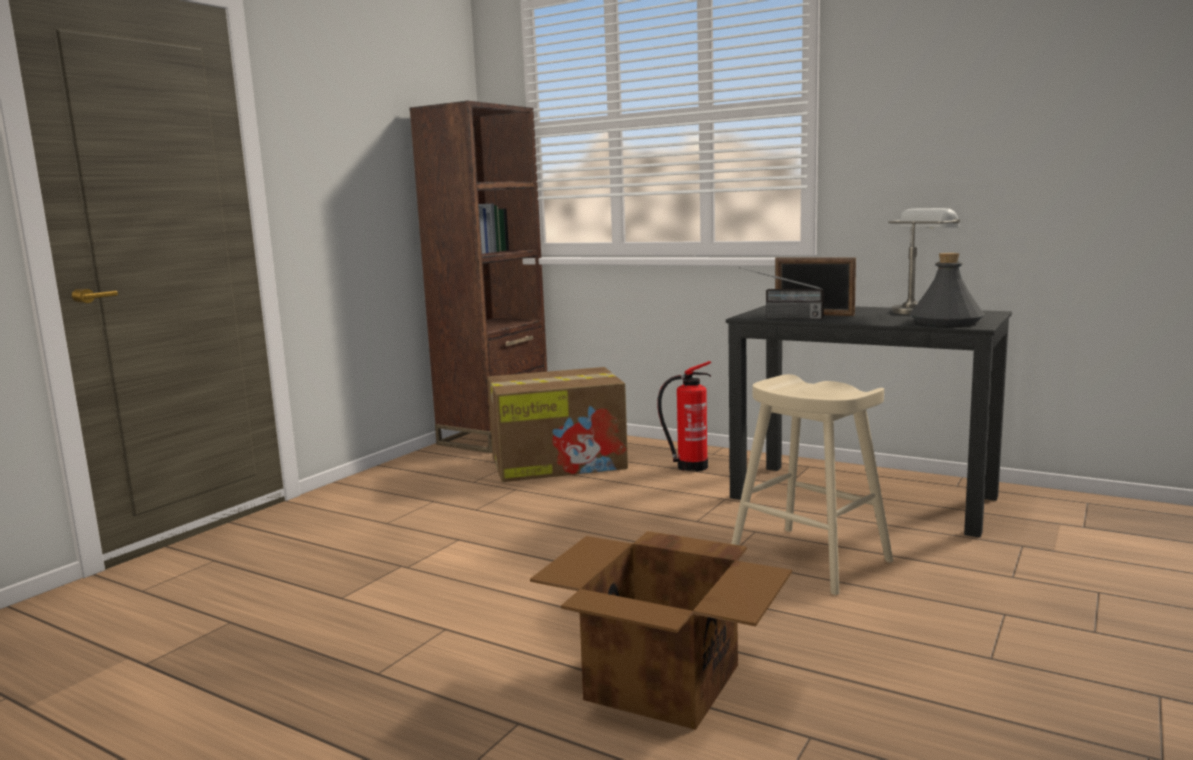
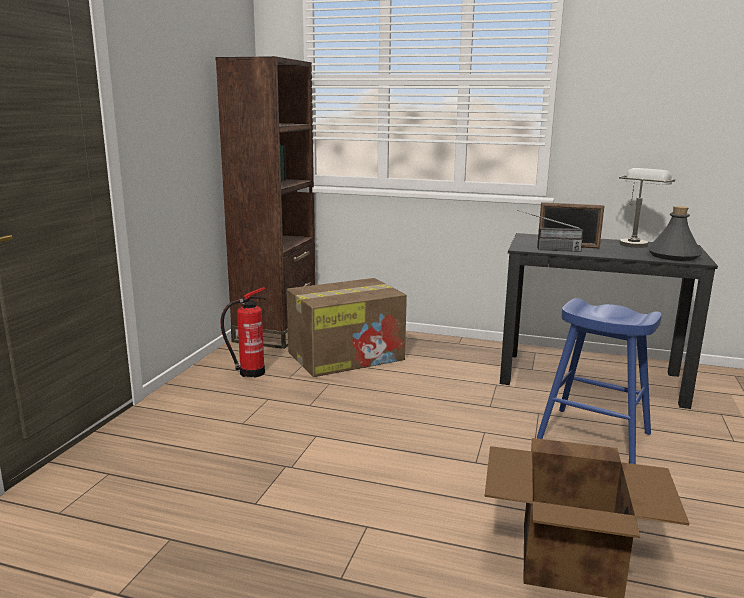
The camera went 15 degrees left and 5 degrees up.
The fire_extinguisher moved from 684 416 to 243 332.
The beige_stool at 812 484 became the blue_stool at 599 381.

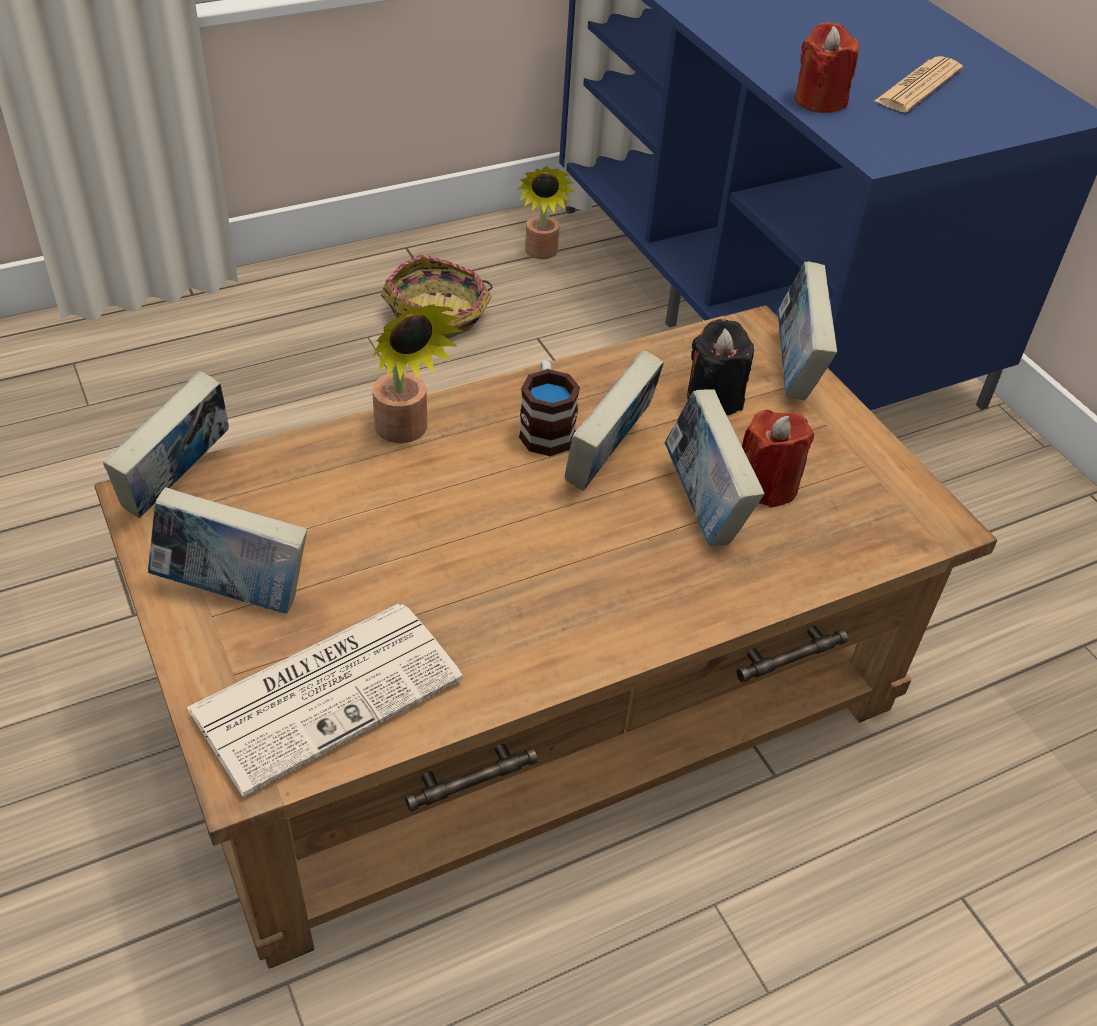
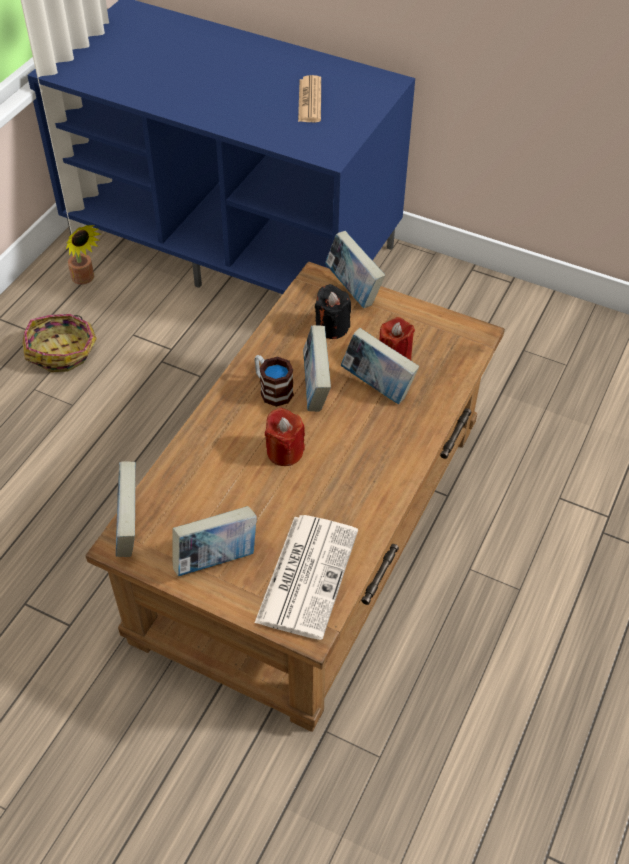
The camera went 35 degrees left and 5 degrees up.
The red_candle moved from 827 67 to 285 436.
The potted_plant at 417 373 disappeared.

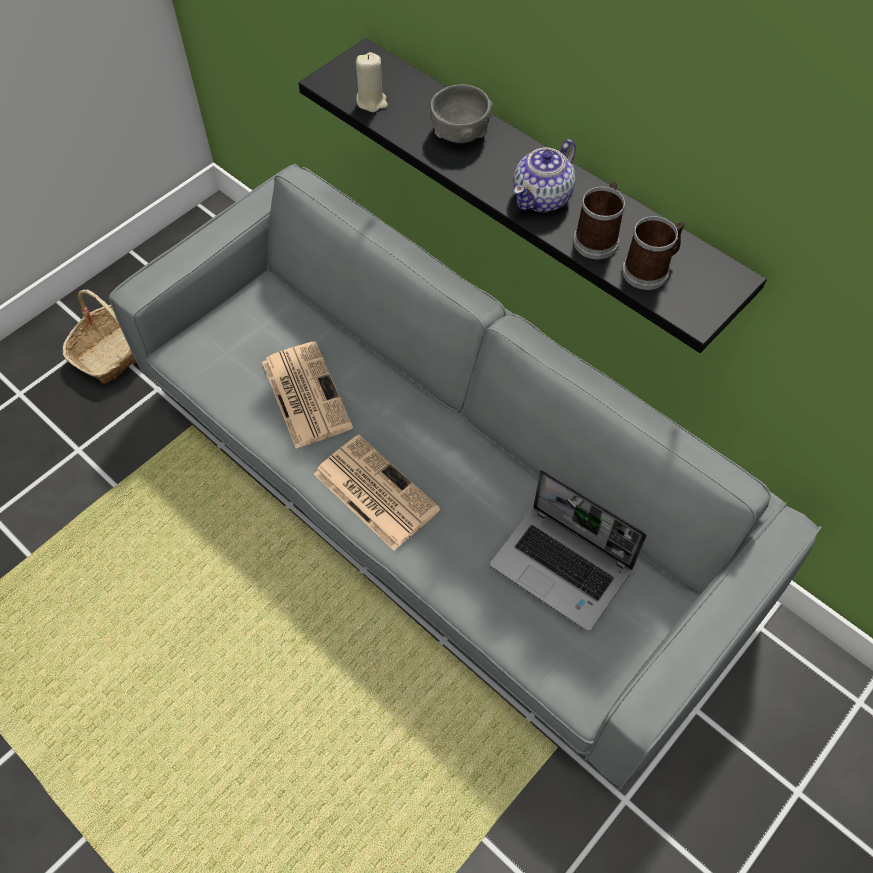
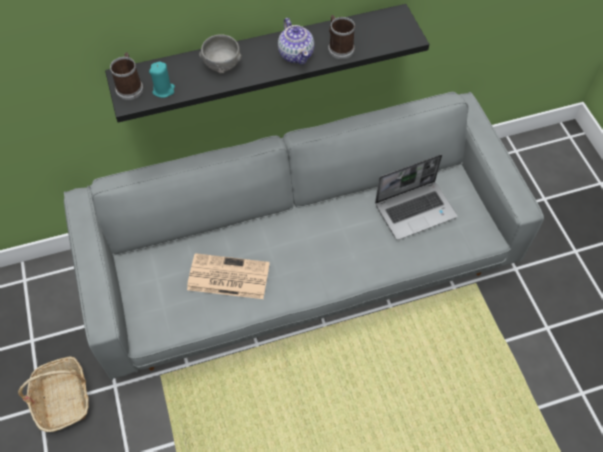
The camera went 60 degrees left and 0 degrees up.
The beige_candle at 372 82 became the turquoise_candle at 162 80.
The mug moved from 653 253 to 126 76.
The newspaper at 377 493 disappeared.

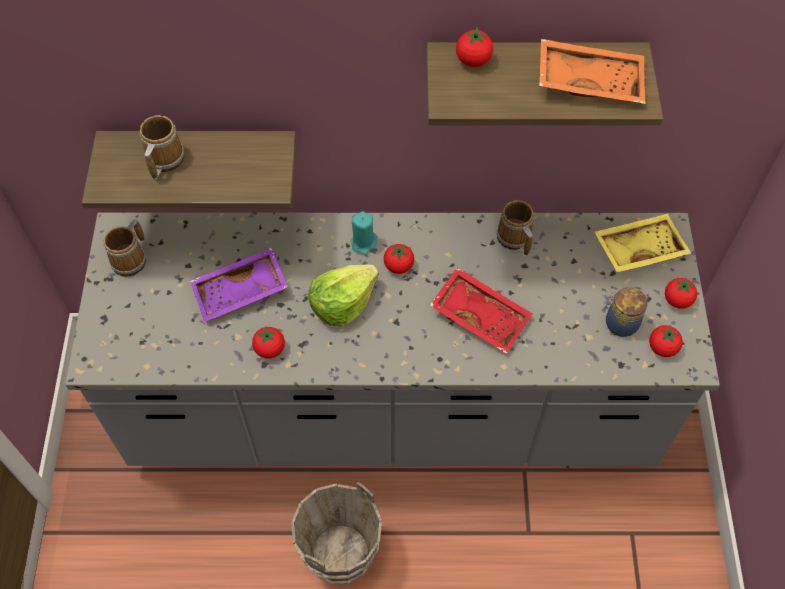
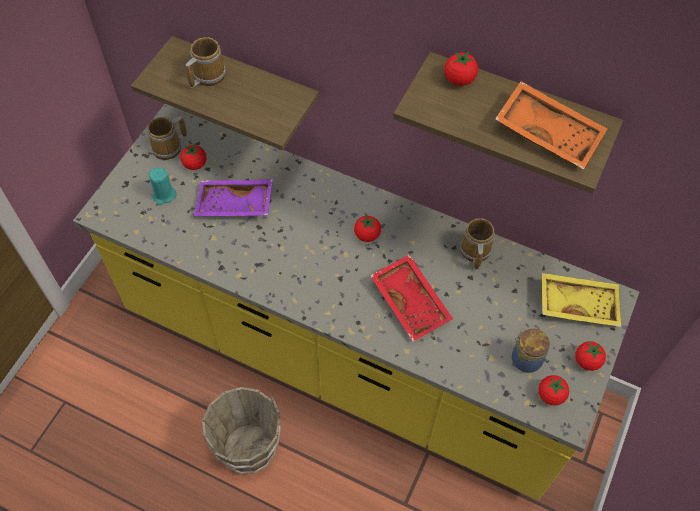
The camera went 25 degrees right and 0 degrees up.
The turquoise_candle moved from 364 233 to 163 186.
The grey_counter at 392 339 became the yellow_counter at 356 302.
The lettuce at 343 295 disappeared.
The tomato moved from 268 342 to 193 157.

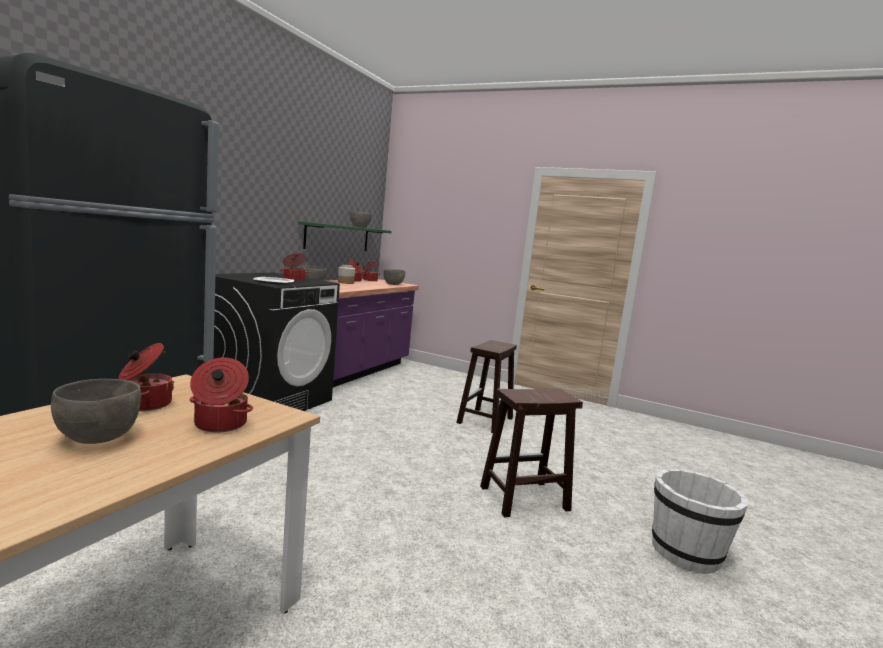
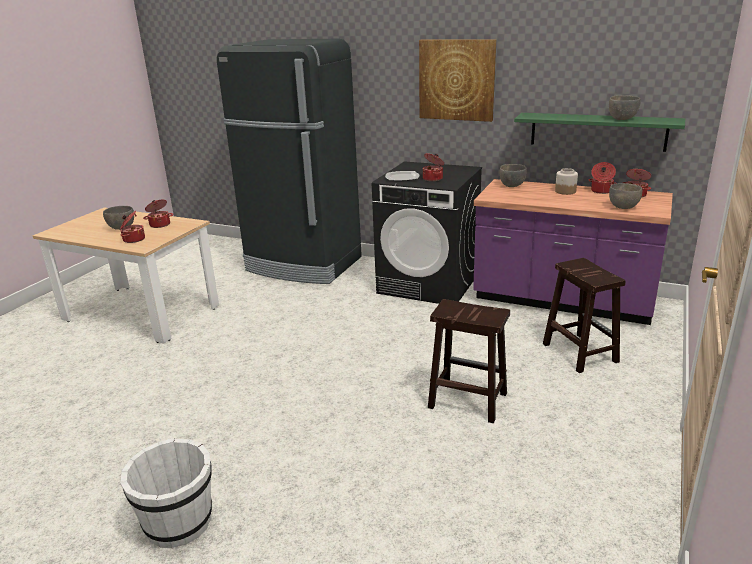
The camera went 90 degrees right and 15 degrees up.
The brown_stool moved from 531 453 to 584 315.
The picture at 457 80 appeared.

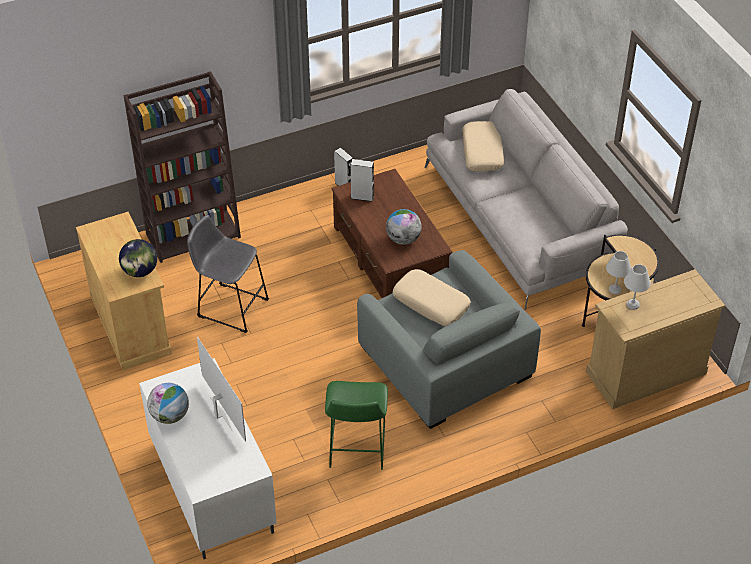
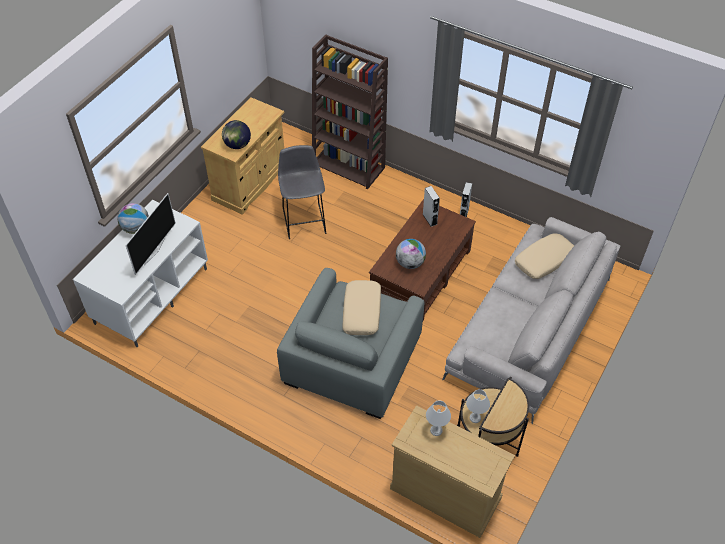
The camera went 55 degrees right and 5 degrees up.
The green_stool at 356 425 disappeared.

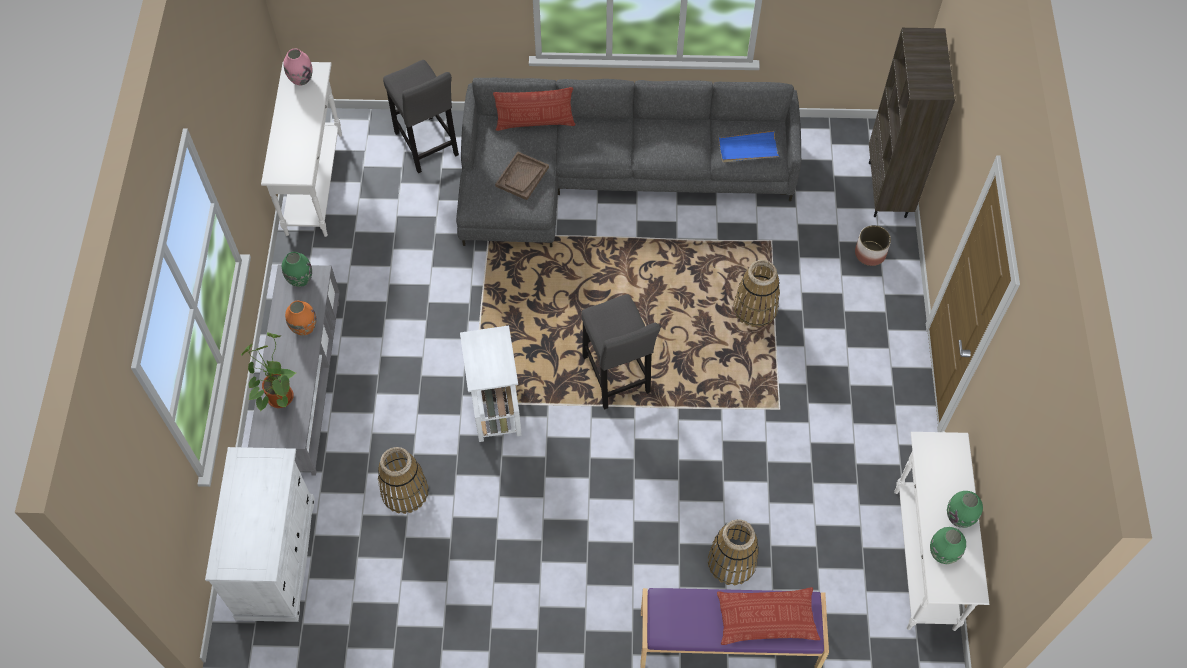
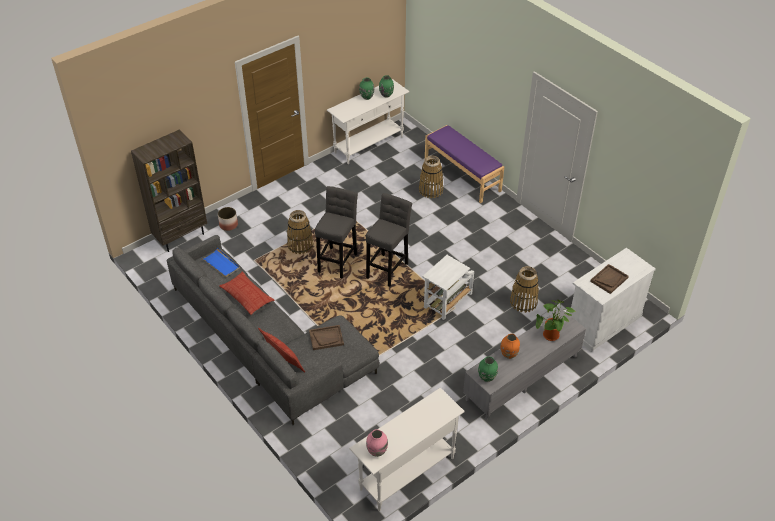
The camera went 130 degrees left and 15 degrees down.
The grey_stool moved from 421 116 to 336 232.
The pillow moved from 768 616 to 247 293.
The brown_tray at 609 279 appeared.

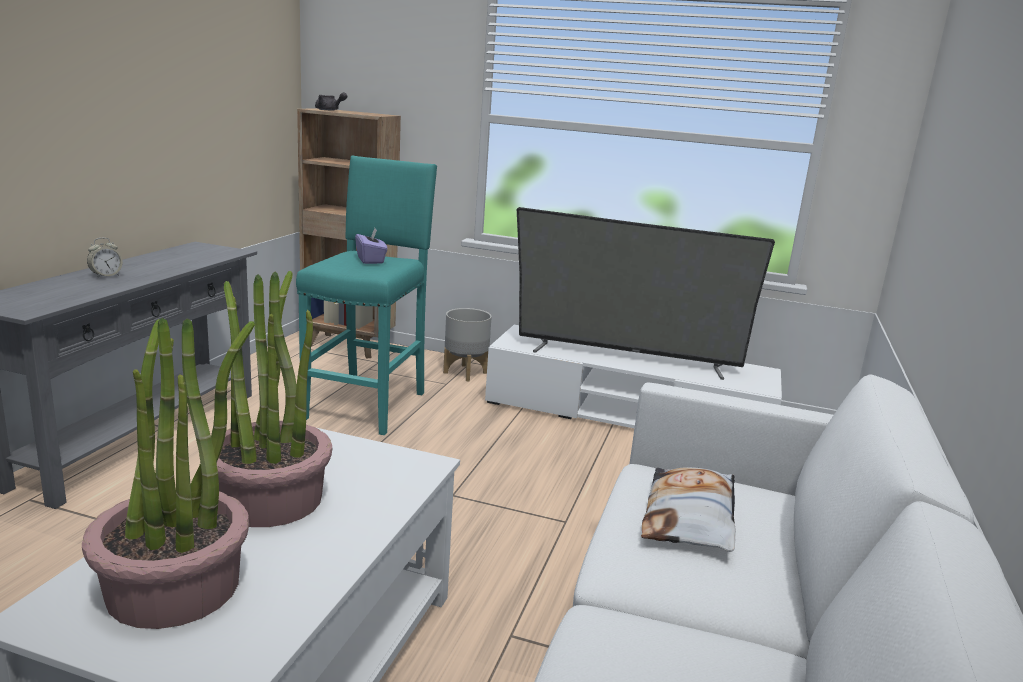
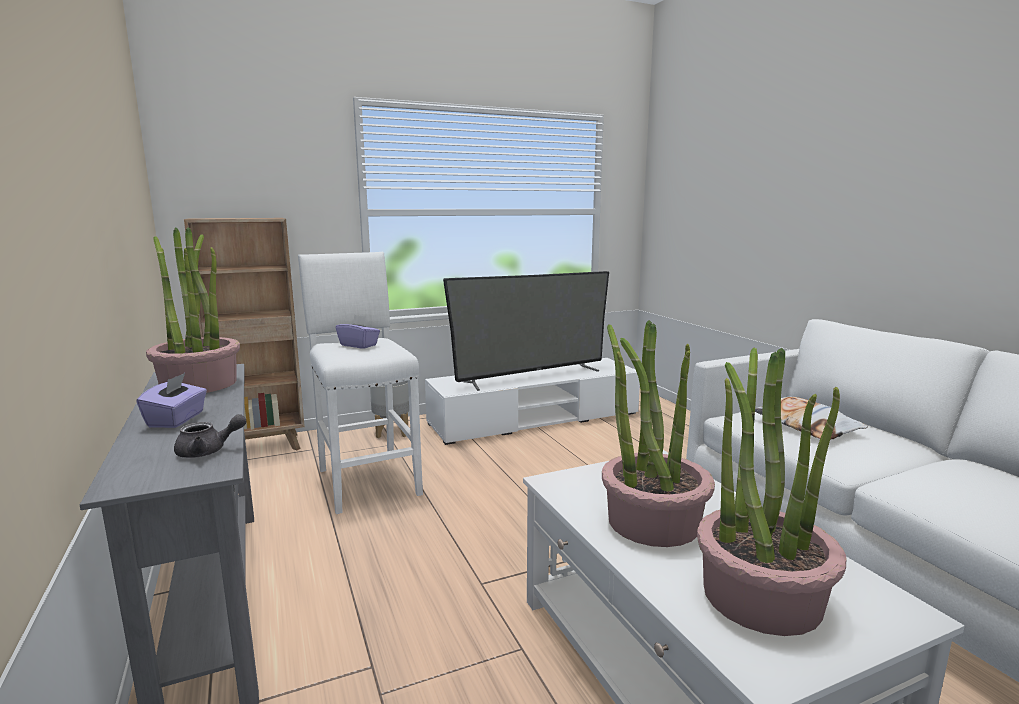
The camera went 40 degrees left and 5 degrees down.
The grey_teapot moved from 331 101 to 210 436.
The turquoise_stool at 366 295 became the white_stool at 360 383.
The alarm_clock at 105 258 was replaced by the purple_tissue_box at 171 400.
The potted_plant at 193 310 appeared.

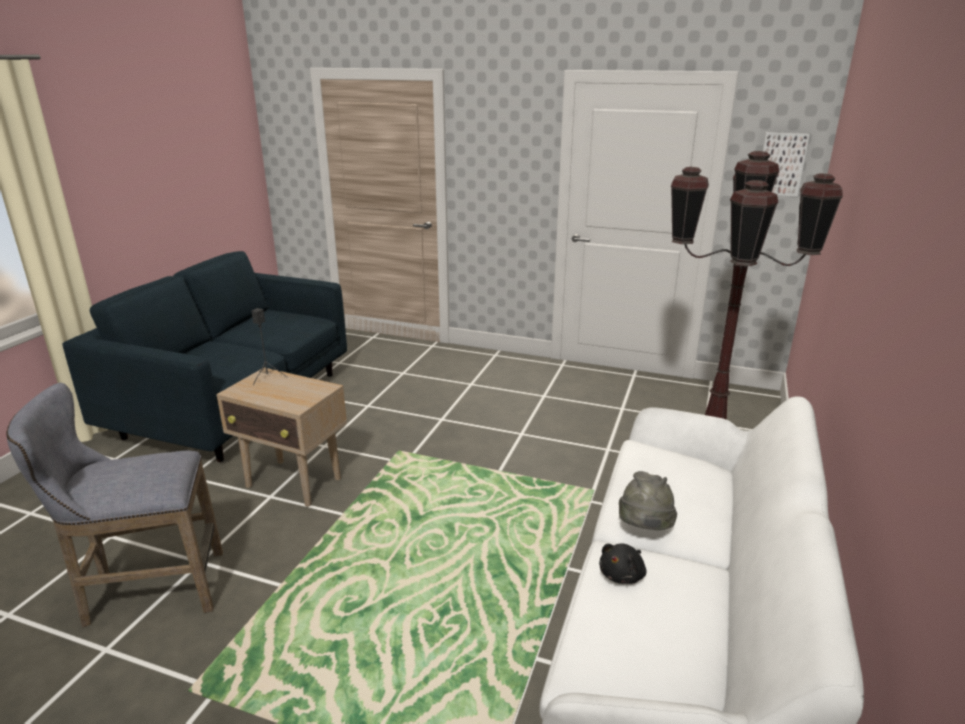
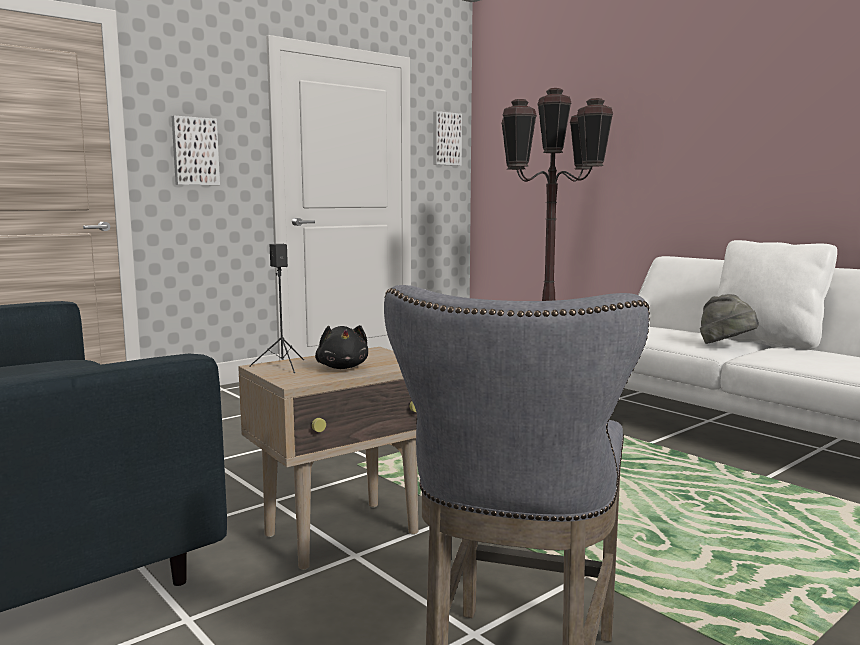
The camera went 60 degrees left and 15 degrees down.
The black_plush_toy moved from 622 563 to 341 347.
The picture at 196 150 appeared.
The white_pillow at 776 295 appeared.

